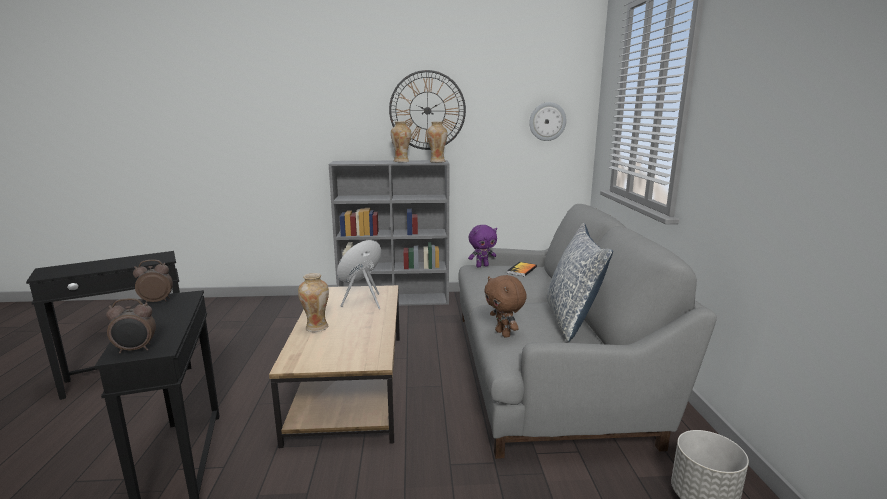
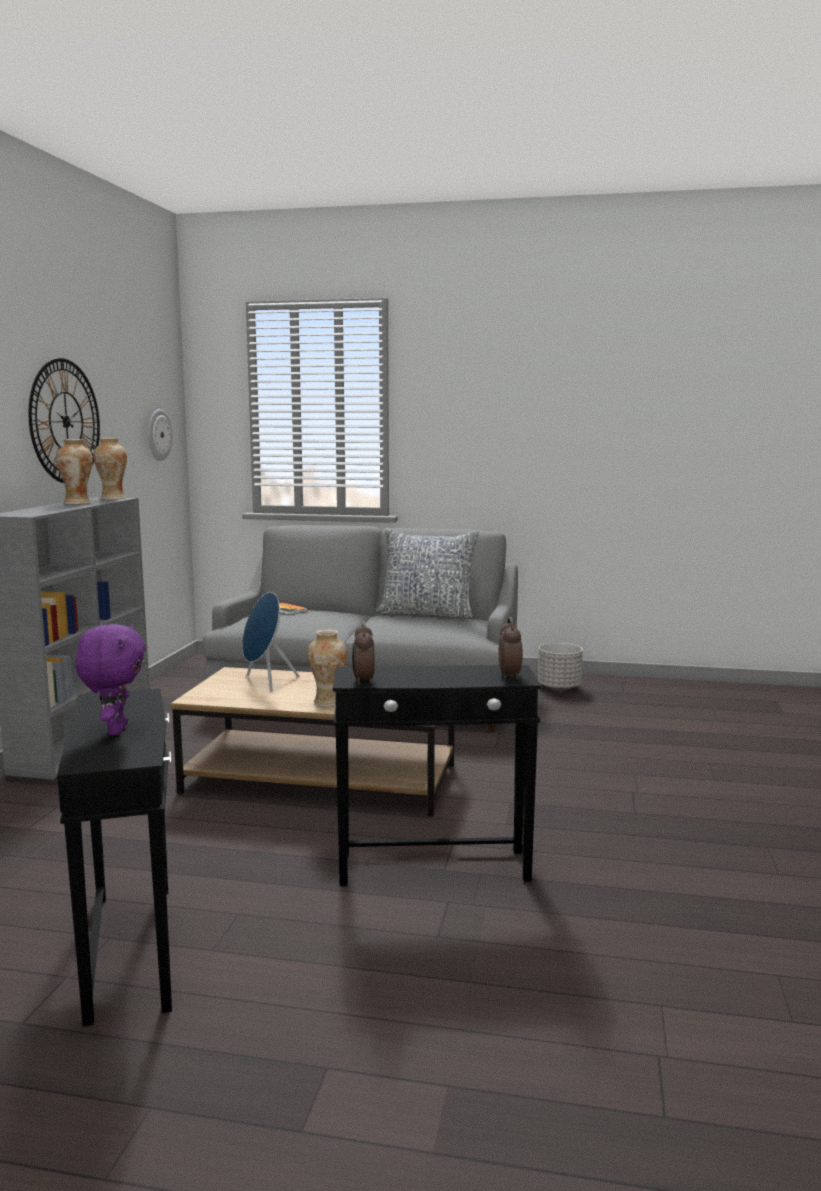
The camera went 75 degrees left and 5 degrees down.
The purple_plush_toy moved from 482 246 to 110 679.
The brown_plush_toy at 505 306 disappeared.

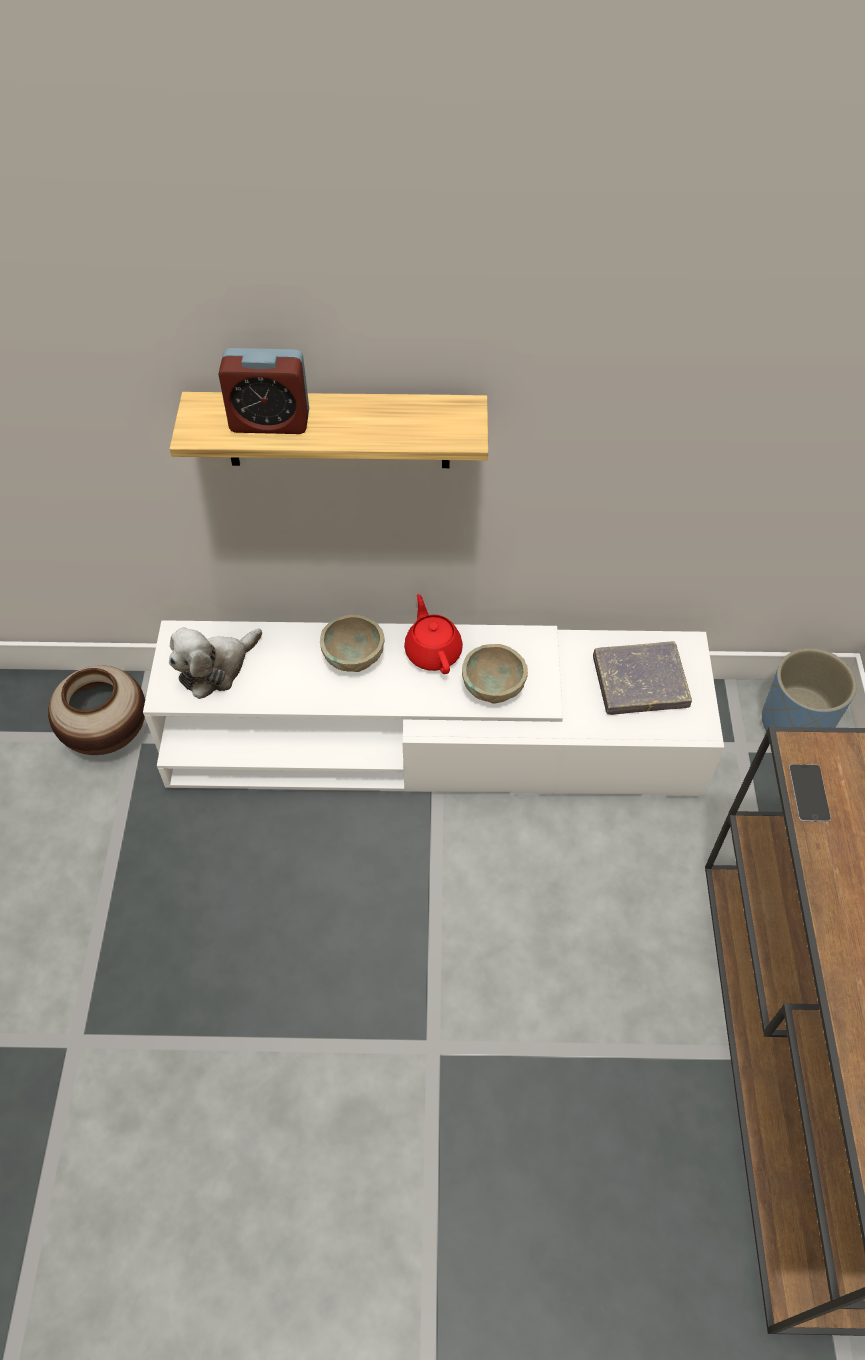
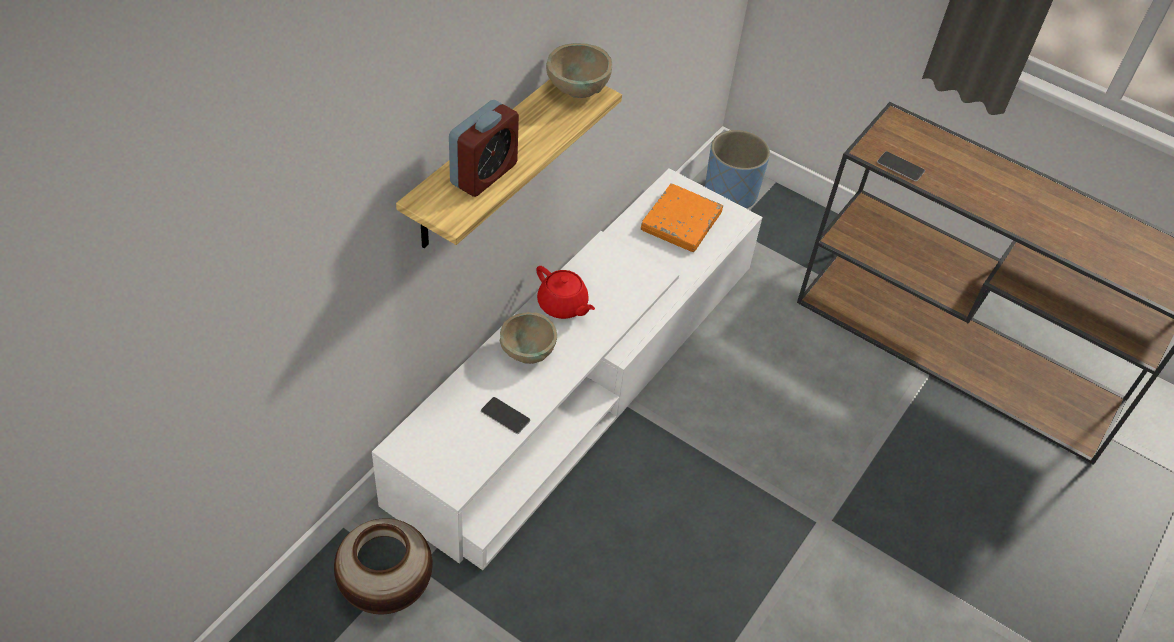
The camera went 60 degrees left and 5 degrees down.
The red_teapot at 433 634 turned 150 degrees counterclockwise.
The plush_toy at 215 663 disappeared.
The grey_book at 642 678 became the orange_book at 682 217.
The beige_bowl moved from 495 674 to 579 70.
The phone at 506 415 appeared.

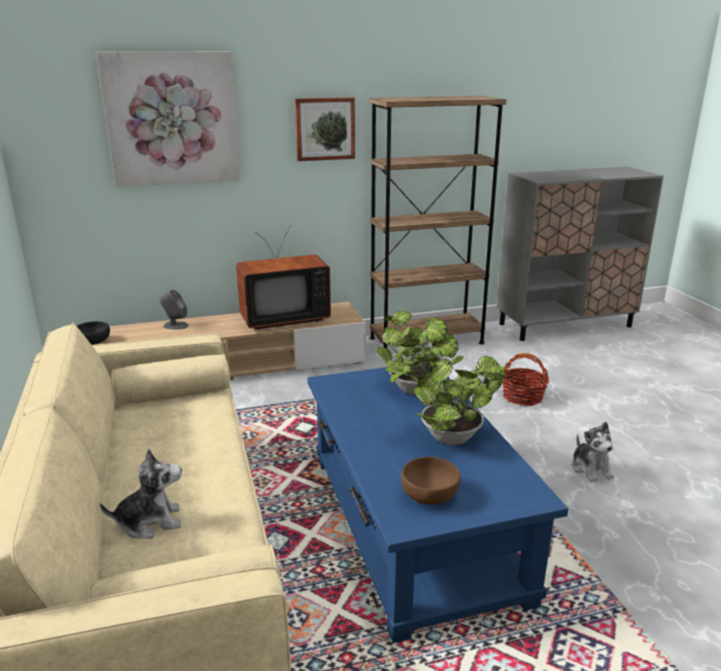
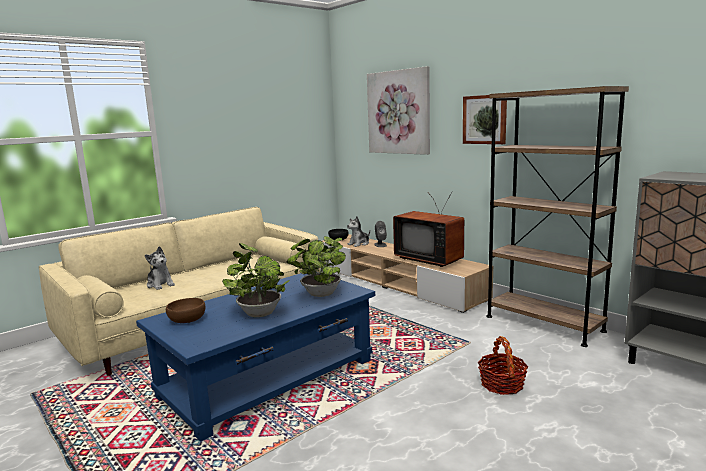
The camera went 65 degrees right and 10 degrees down.
The plush_toy moved from 593 452 to 358 231.

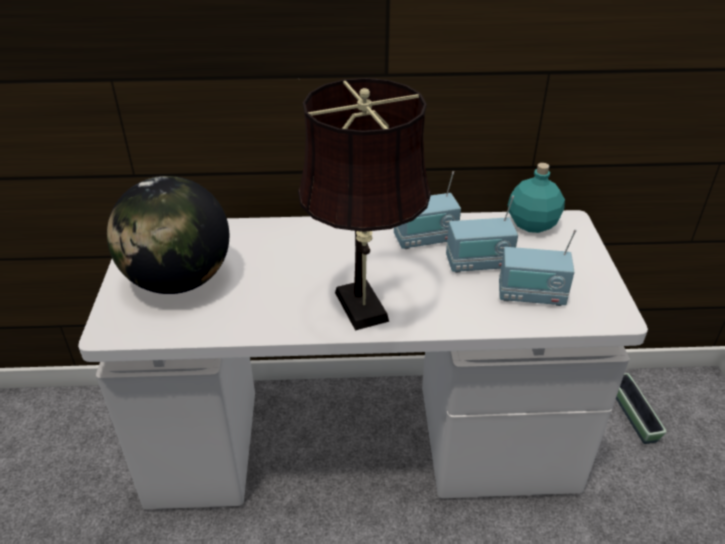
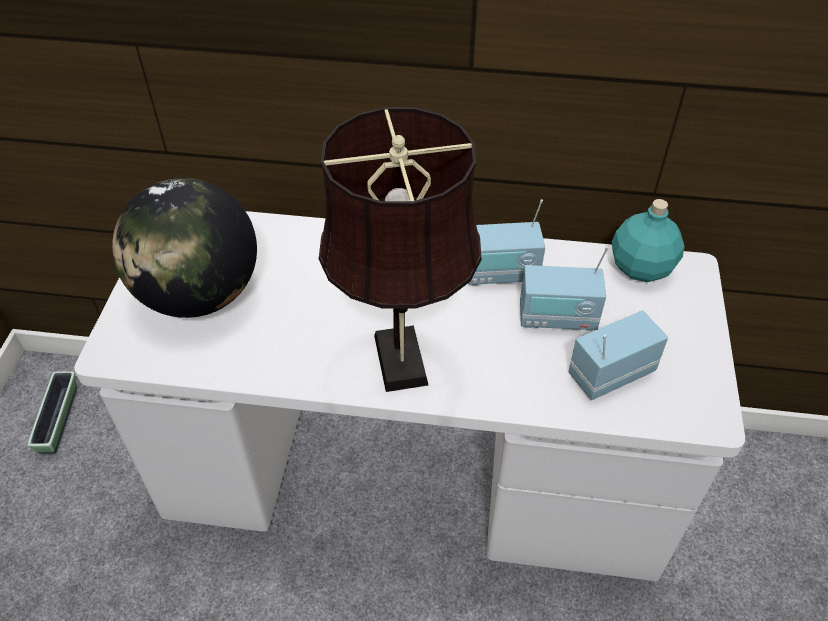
The camera went 10 degrees right and 10 degrees up.
The radio at 538 267 turned 135 degrees clockwise.
The planter moved from 641 408 to 52 412.

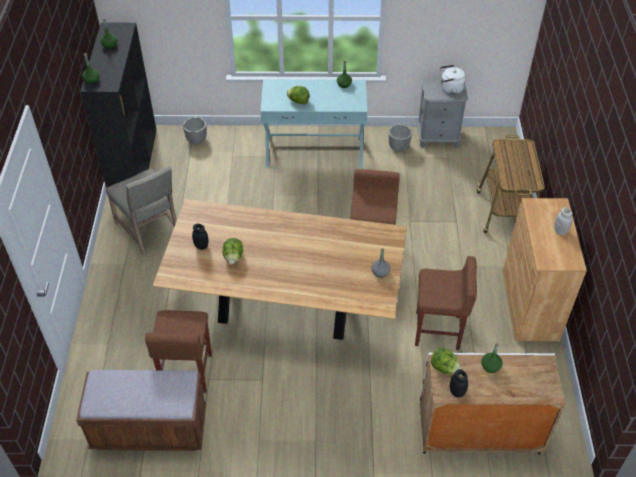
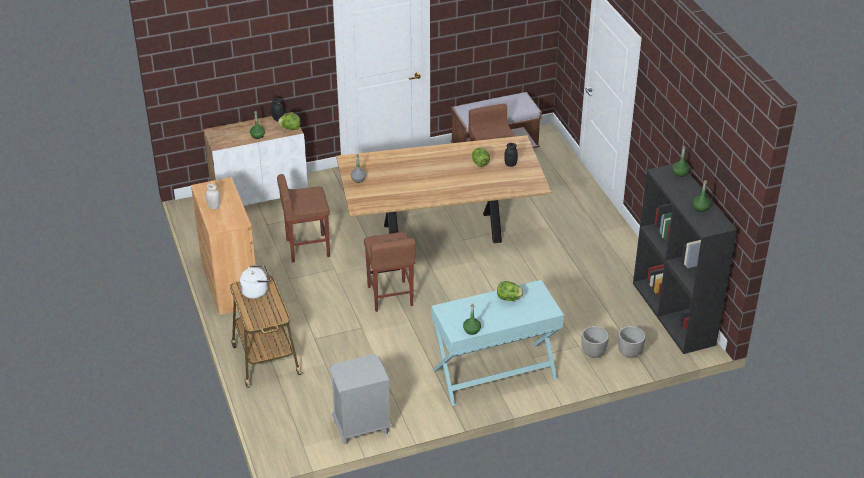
The camera went 160 degrees right and 10 degrees down.
The white_kettle moved from 453 80 to 255 282.
The planter moved from 400 138 to 595 342.
The beige_chair at 141 211 disappeared.

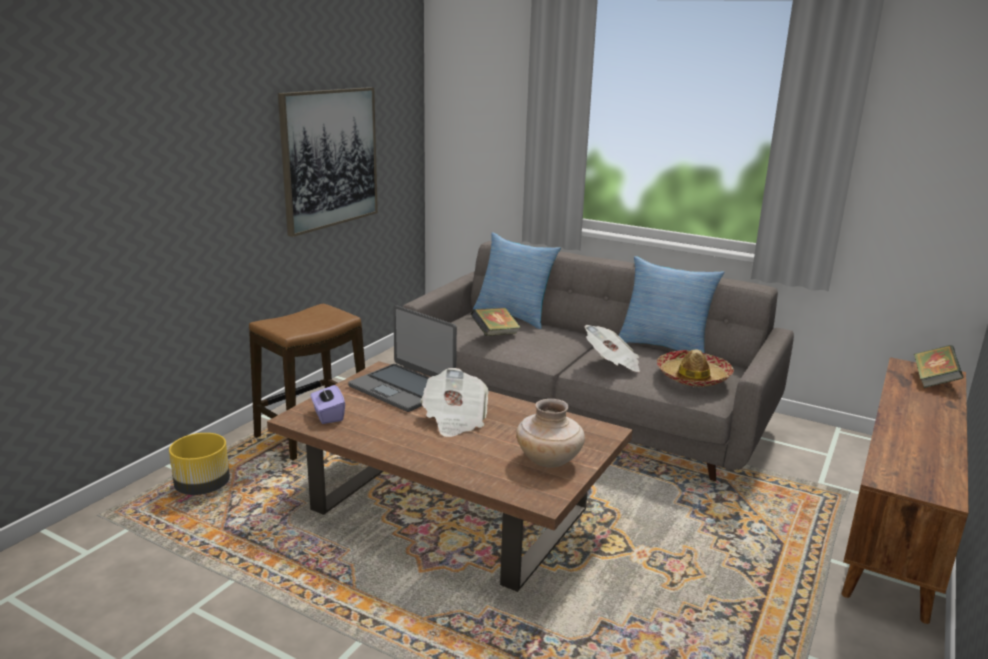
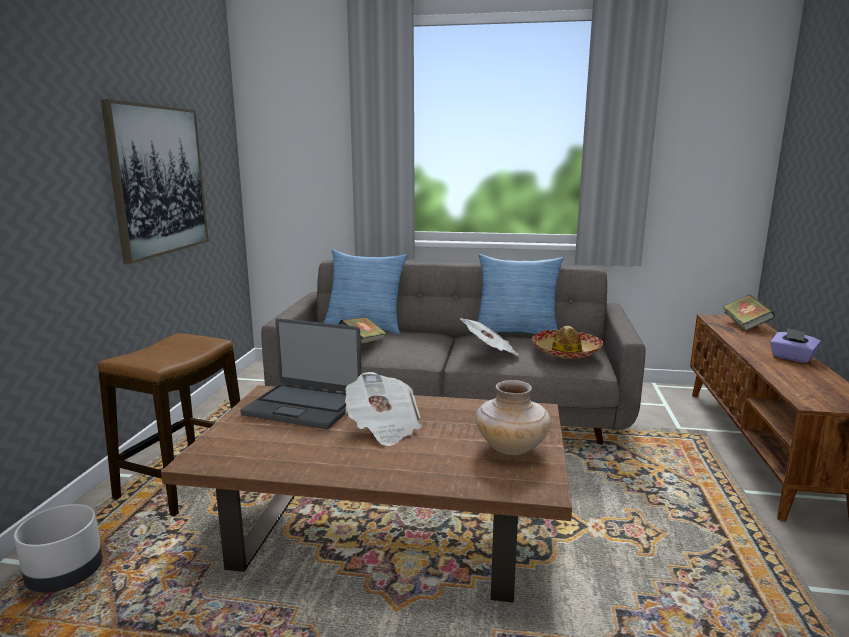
The camera went 20 degrees left and 5 degrees down.
The purple_tissue_box moved from 327 404 to 795 345.
The yellow_planter at 199 464 became the grey_planter at 58 548.

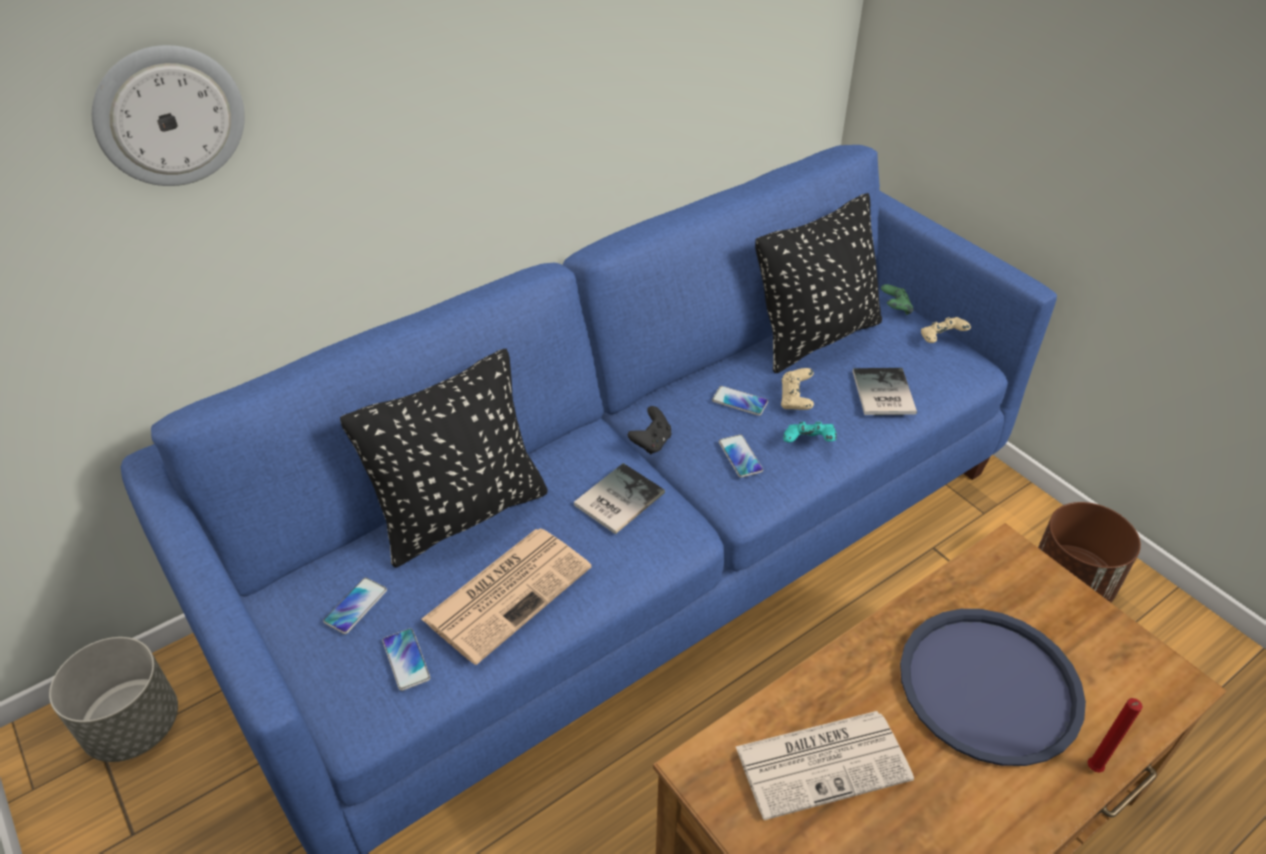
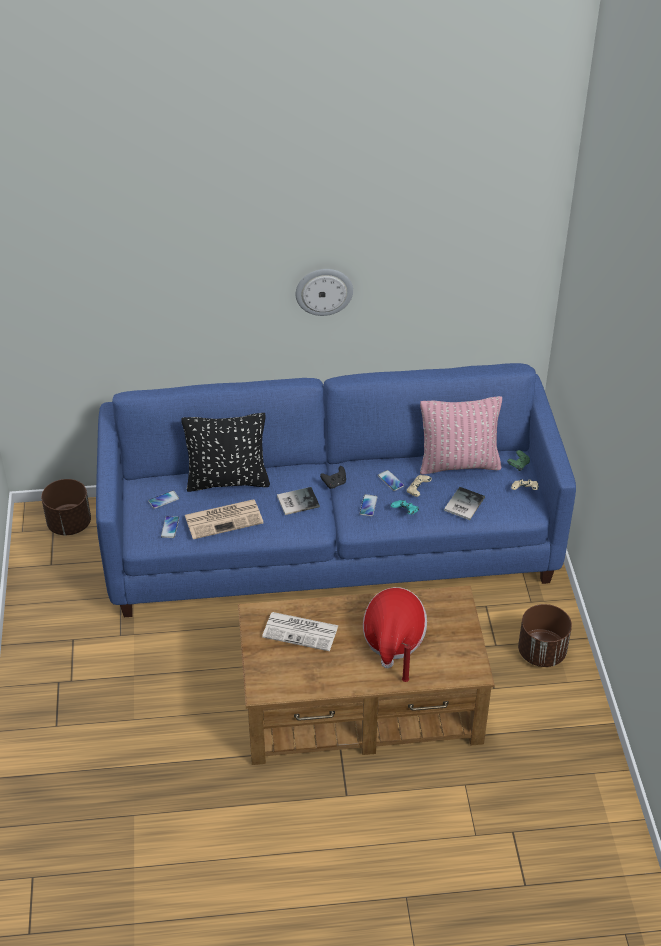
The camera went 30 degrees right and 0 degrees up.
The wall_clock moved from 168 115 to 324 292.
The black_pillow at 818 283 became the pink_pillow at 461 435.
The blue_tray at 993 687 was replaced by the hat at 395 628.
The grey_planter at 113 699 became the brown_planter at 66 507.

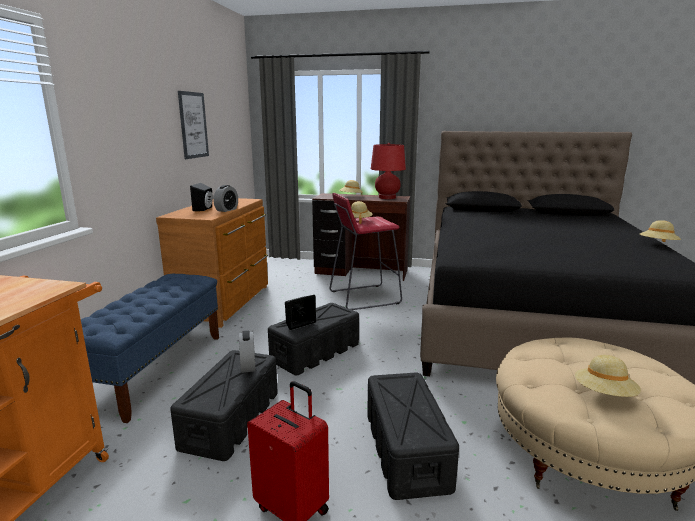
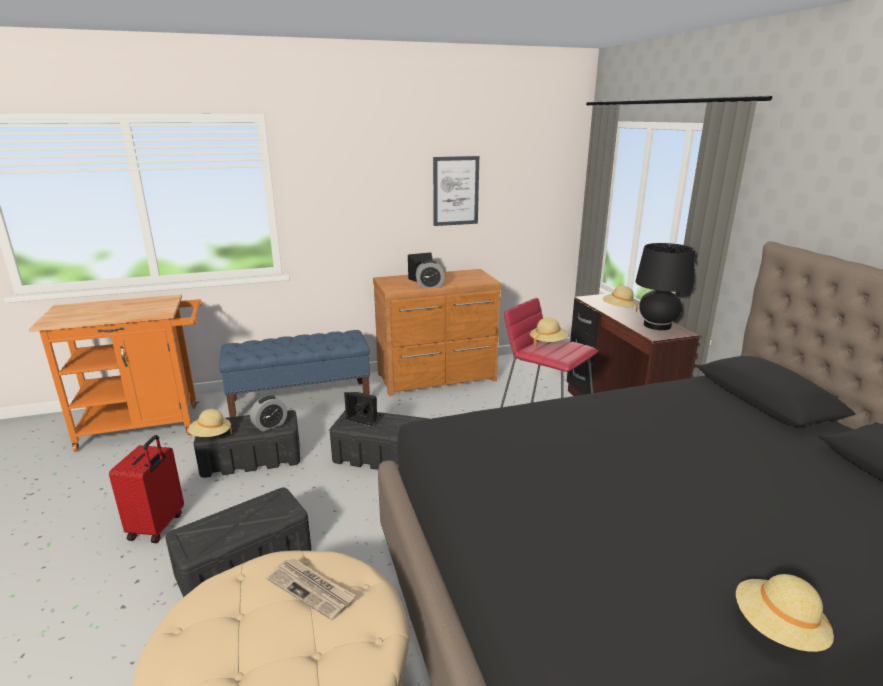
The camera went 60 degrees right and 5 degrees up.
The red_table_lamp at 388 171 became the black_table_lamp at 665 286.
The beige_hat moved from 608 376 to 210 423.
The newspaper at 310 589 appeared.

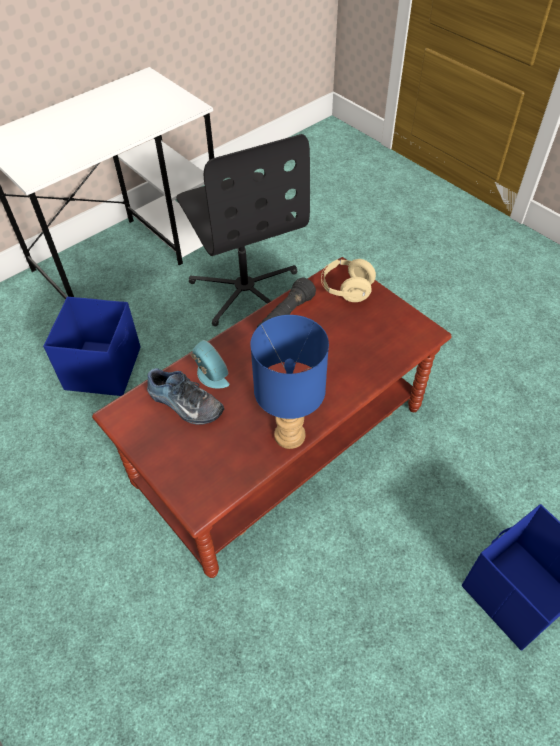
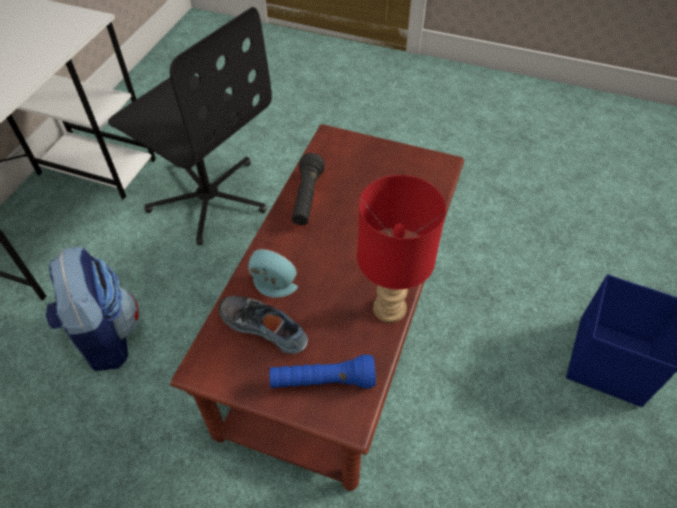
The camera went 30 degrees left and 0 degrees up.
The beige_headphones at 348 280 disappeared.
The blue_storage_box at 92 346 was replaced by the backpack at 92 309.
The blue_table_lamp at 289 382 became the red_table_lamp at 401 249.
The shoe at 185 396 turned 150 degrees counterclockwise.
The blue_flashlight at 322 371 appeared.

